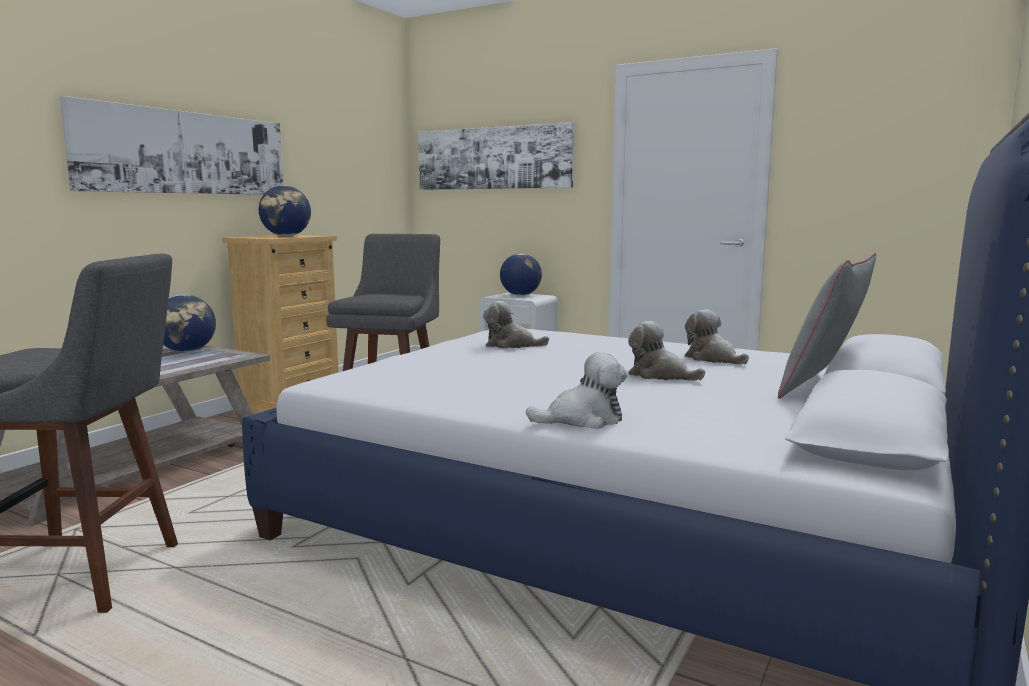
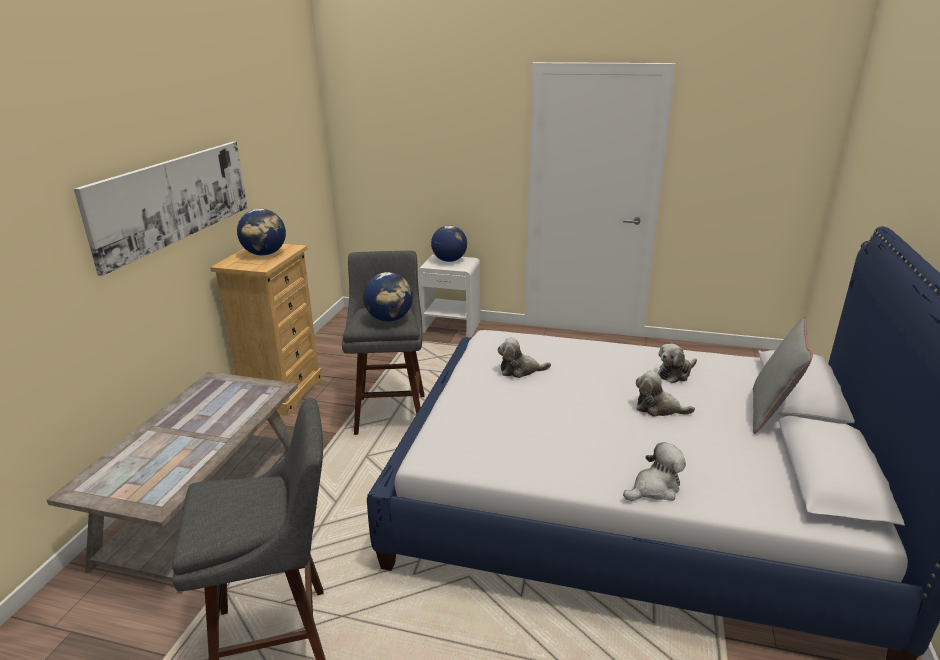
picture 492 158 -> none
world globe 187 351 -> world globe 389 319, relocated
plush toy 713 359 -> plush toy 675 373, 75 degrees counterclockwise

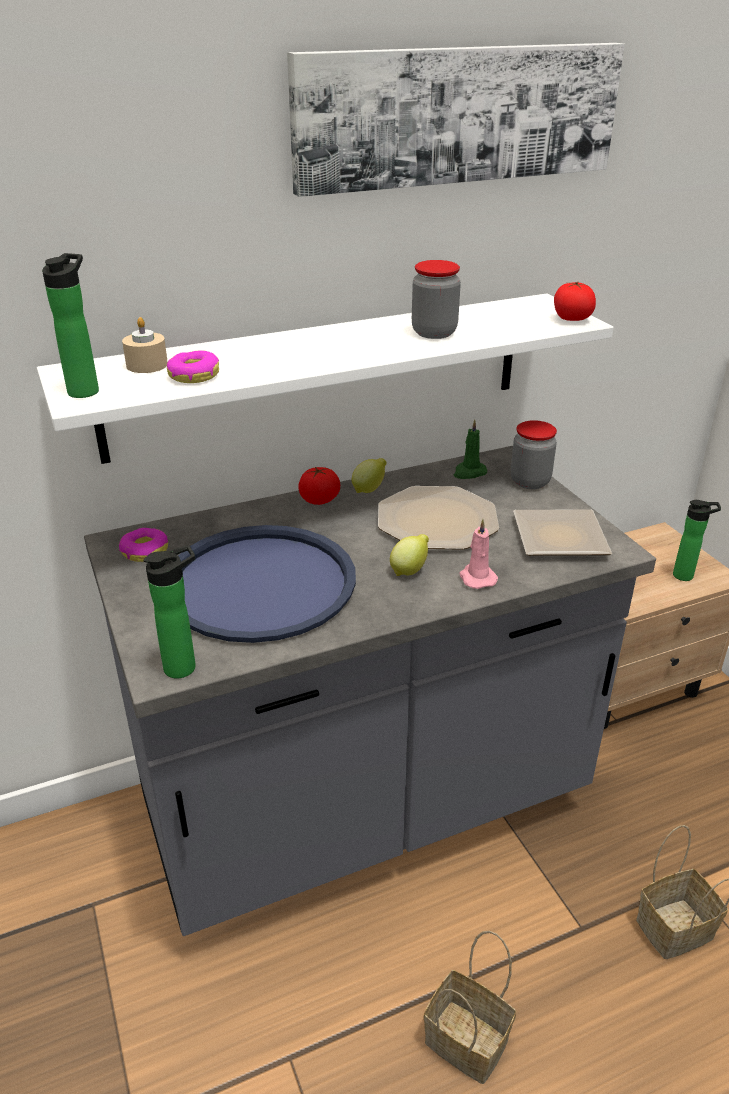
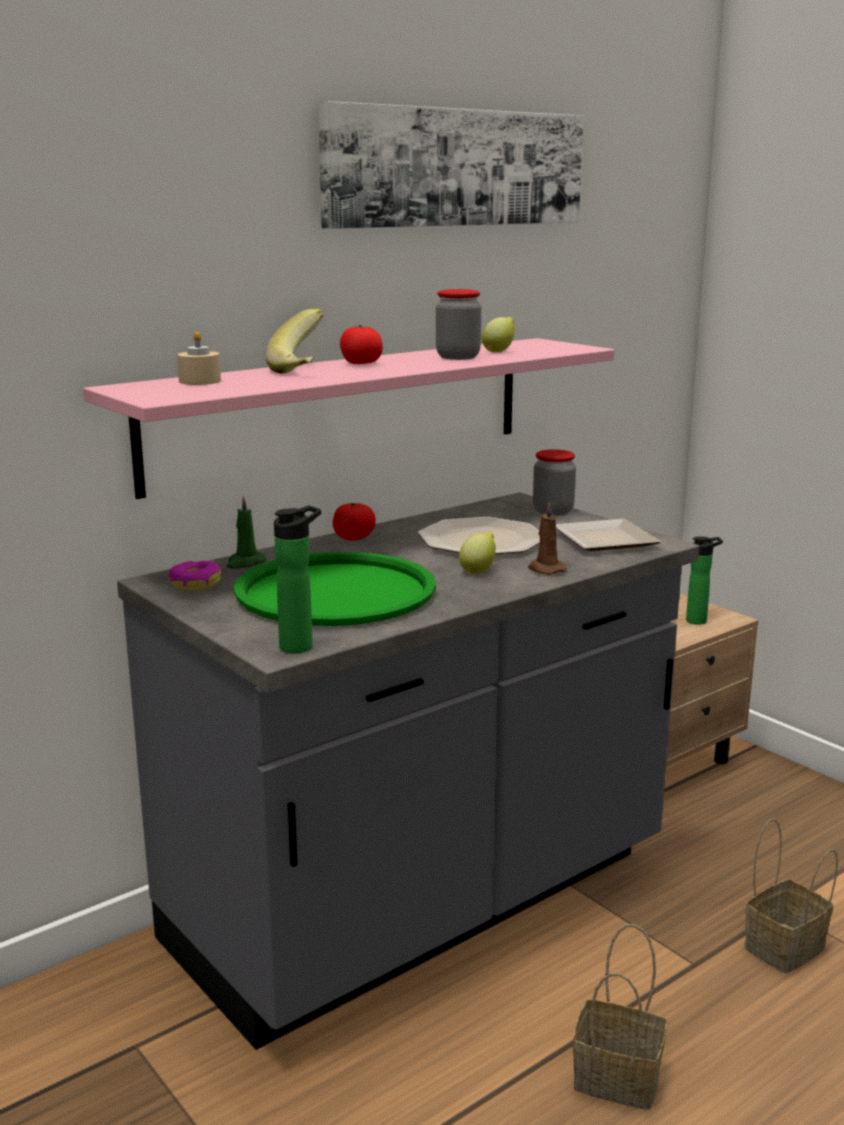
drink bottle 86 390 -> none
fresh tomato 571 319 -> fresh tomato 361 363, relocated
bracket shelf in white-coloured 319 375 -> bracket shelf in pinkish 343 411
doughnut 193 375 -> none
candle in green 469 473 -> candle in green 245 563, relocated
whole lemon 369 489 -> whole lemon 499 351, relocated
candle in pinkish 476 577 -> candle in brown 545 569
serving tray in blue-coloured 259 584 -> serving tray in green 335 592
none -> banana fruit 305 369

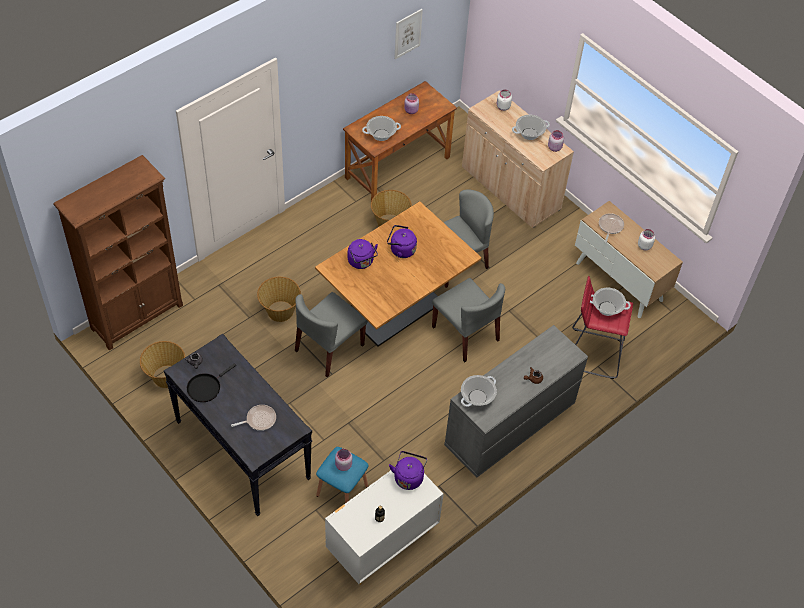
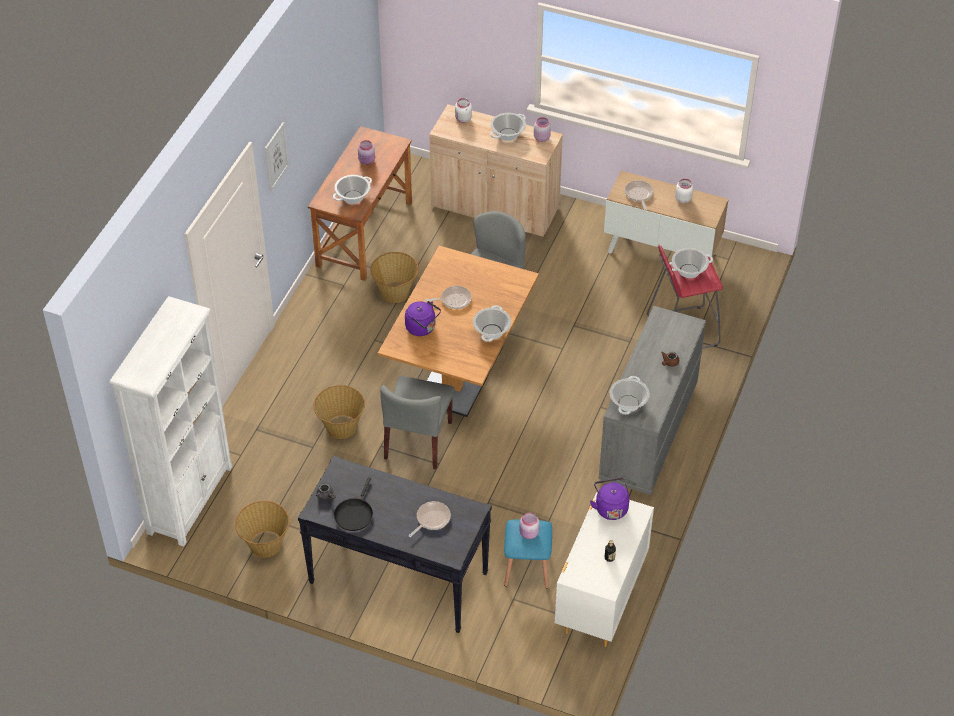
picture 407 33 -> picture 276 156, relocated
bookcase in brown 137 316 -> bookcase in white-coloured 190 499
tea kettle in purple 401 250 -> pan 454 300
chair in grey 465 334 -> none
none -> stockpot 491 331

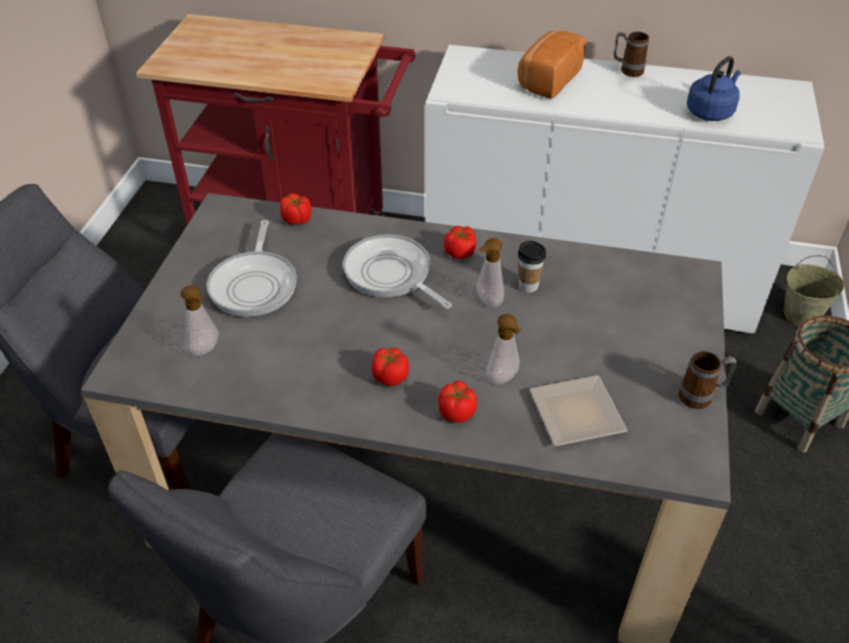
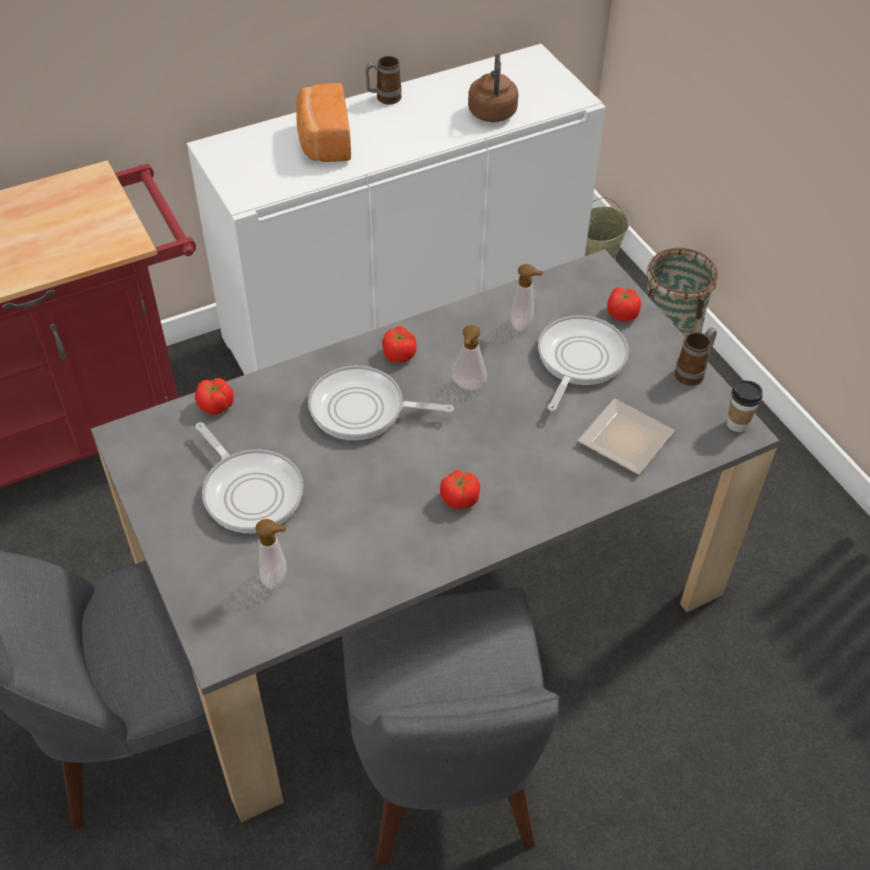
tea kettle in blue-coloured 711 112 -> tea kettle in brown 492 111
cup 528 286 -> cup 737 424, relocated
soap bottle 503 380 -> soap bottle 523 325, relocated
fresh tomato 456 412 -> fresh tomato 622 314, relocated
none -> pan 578 360

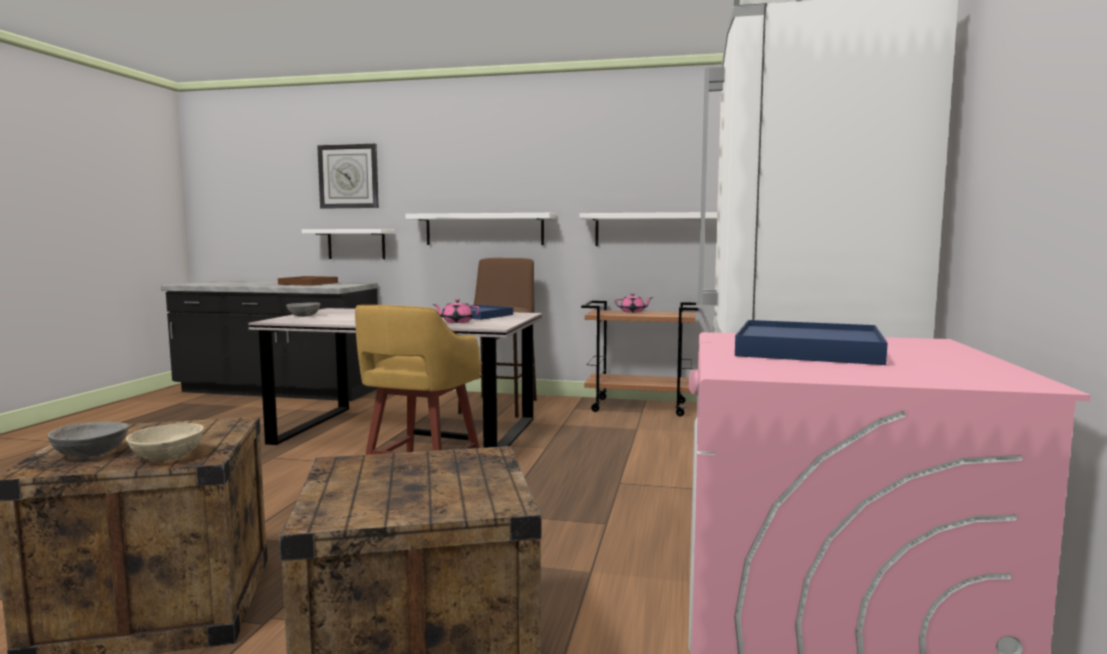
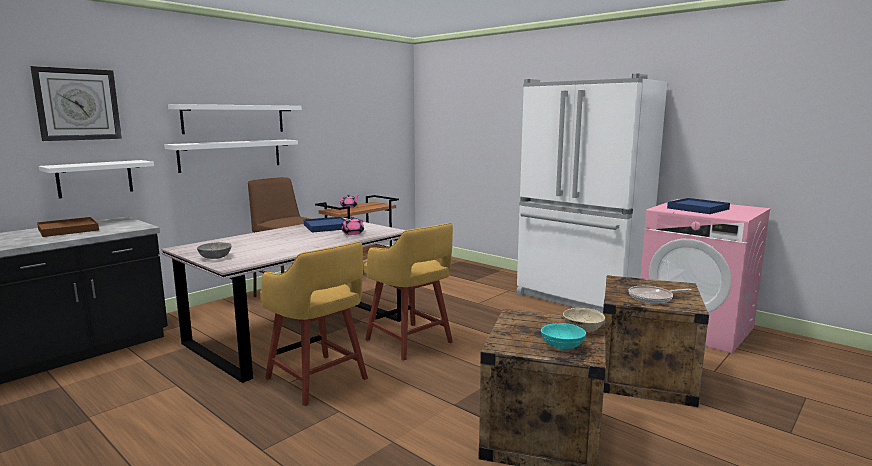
bracket shelf in white-coloured 659 230 -> bracket shelf in white-coloured 234 119, relocated
bowl in grey 90 454 -> bowl in blue-green 563 345
none -> stool seat in yellow 318 380
none -> pan 653 298

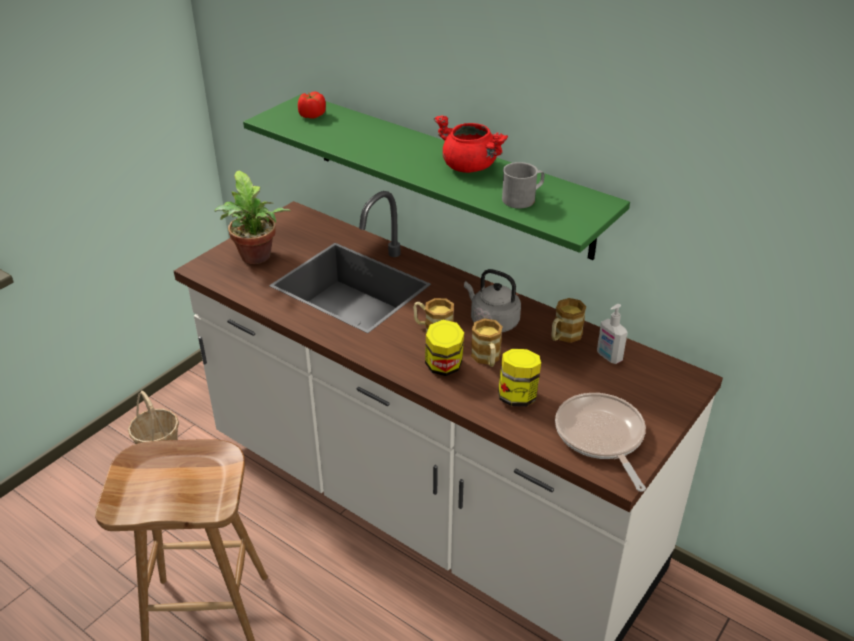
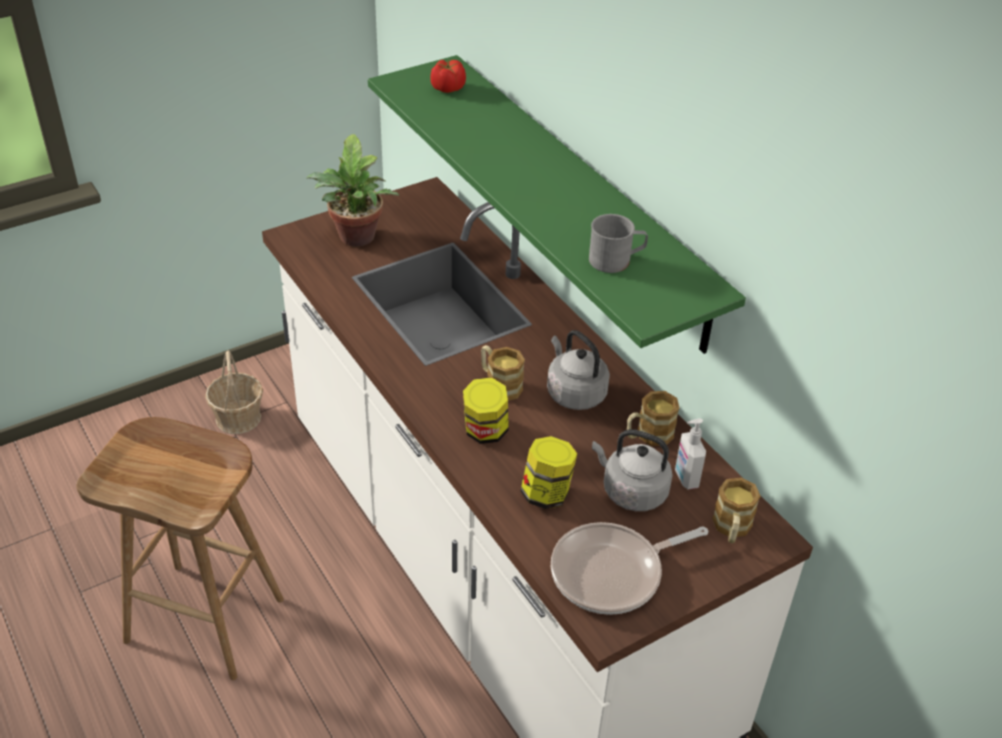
stockpot in red 470 167 -> none
coffee mug 487 359 -> coffee mug 731 529, relocated
pan 601 437 -> pan 612 573, 120 degrees counterclockwise
none -> tea kettle in grey 631 491

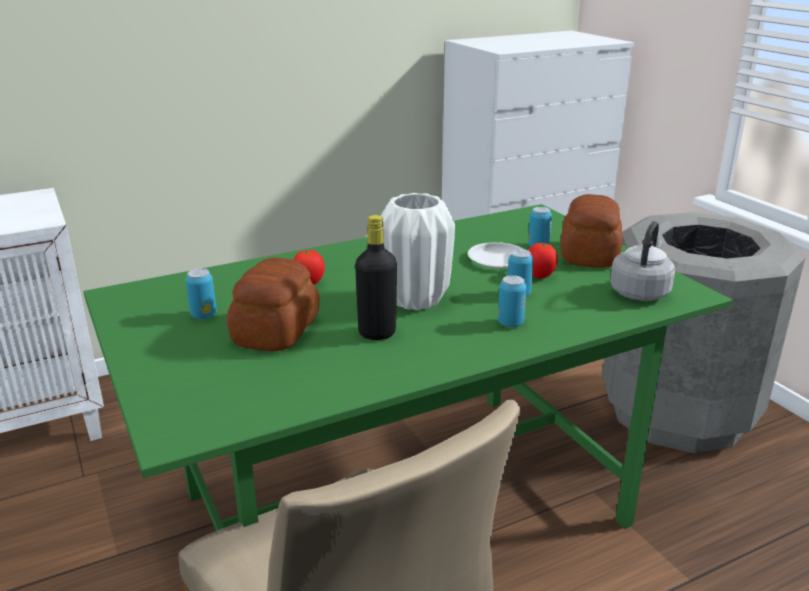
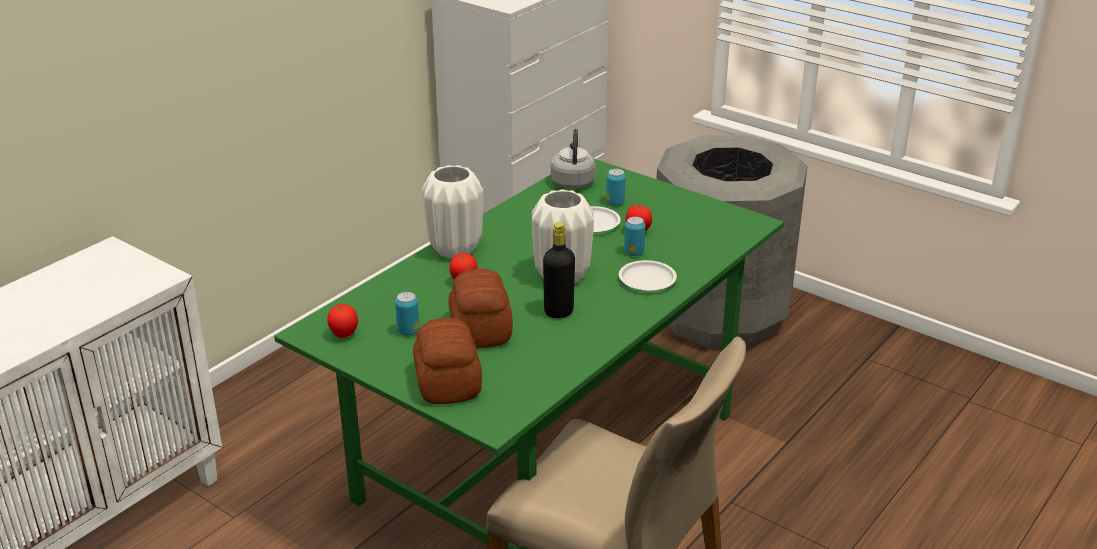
bread 590 254 -> bread 448 381, relocated
tea kettle in grey 640 292 -> tea kettle in grey 573 181, relocated
metal can 510 323 -> plate in white-coloured 647 279
none -> decorative vase in white-coloured 454 249
none -> fresh tomato 343 335

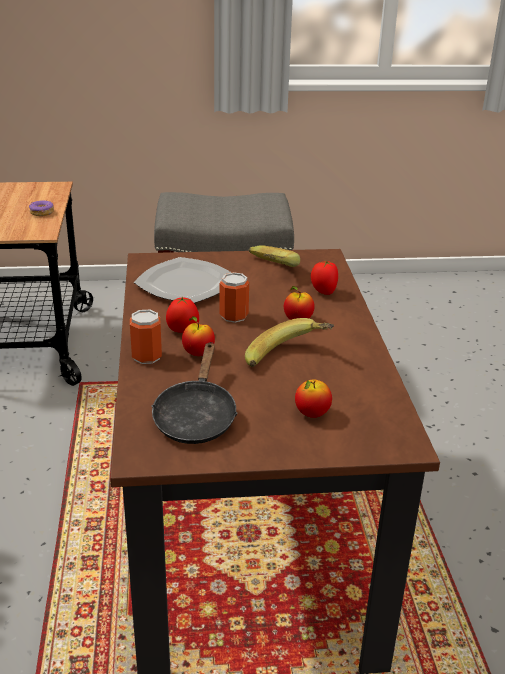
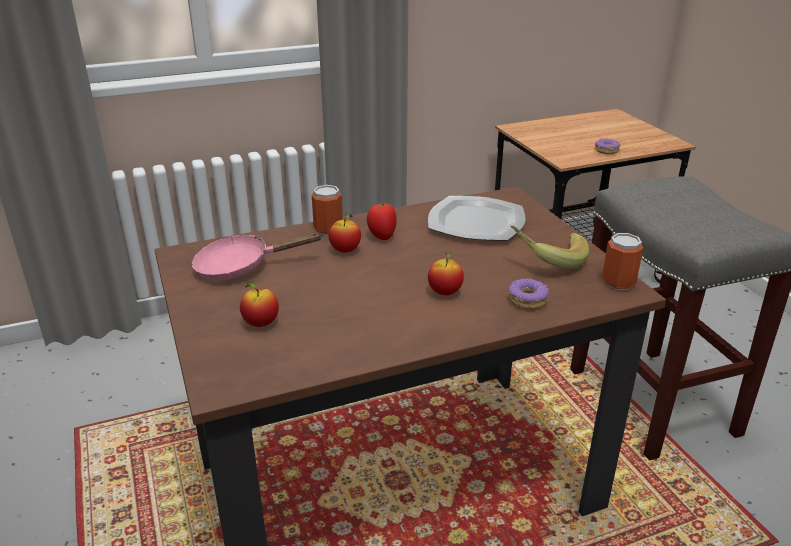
fresh tomato 323 292 -> doughnut 527 300
metal can 234 316 -> metal can 618 282, relocated
banana fruit 288 359 -> none
pan in blackish 196 417 -> pan in pinkish 241 266

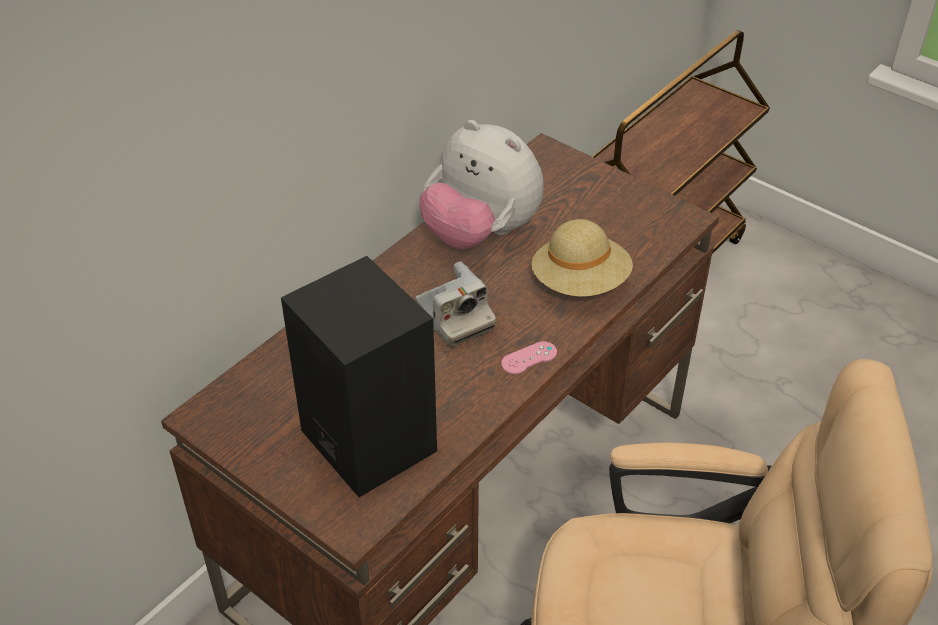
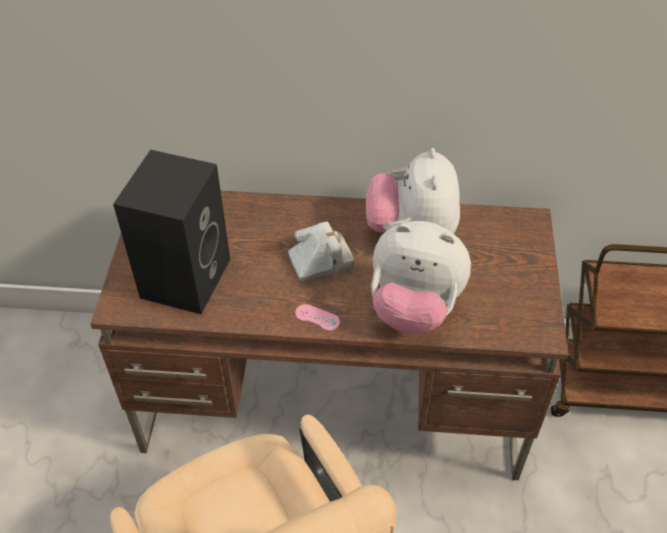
hat in beige 580 282 -> plush toy 414 308
still camera 454 318 -> still camera 321 262, 135 degrees counterclockwise

